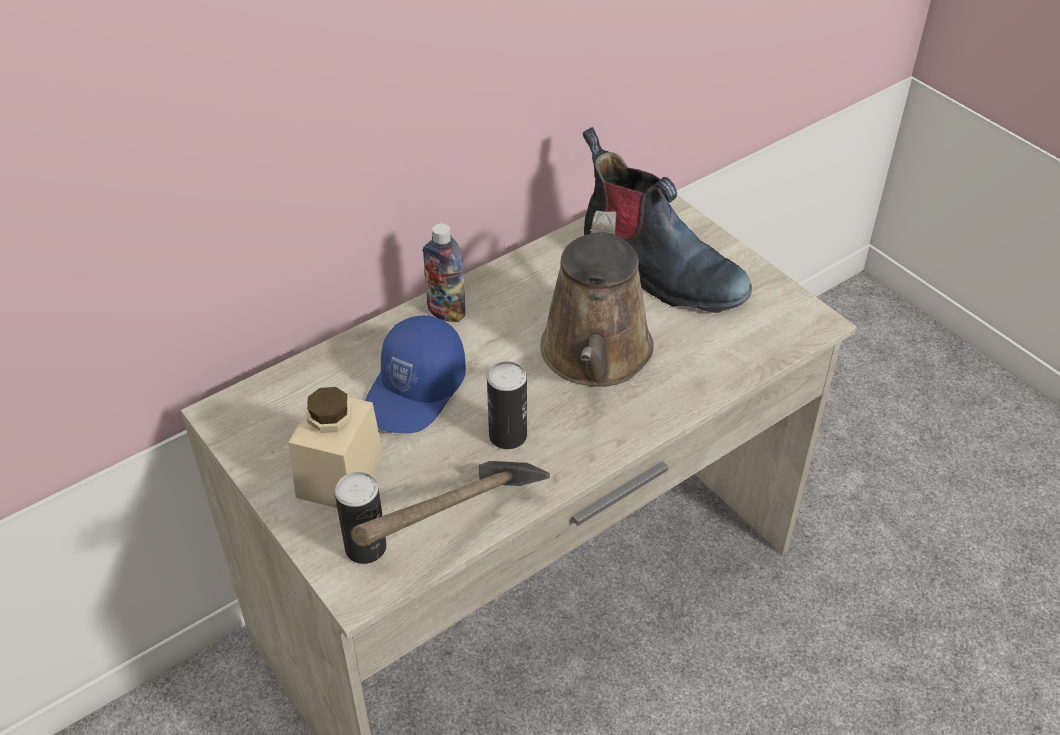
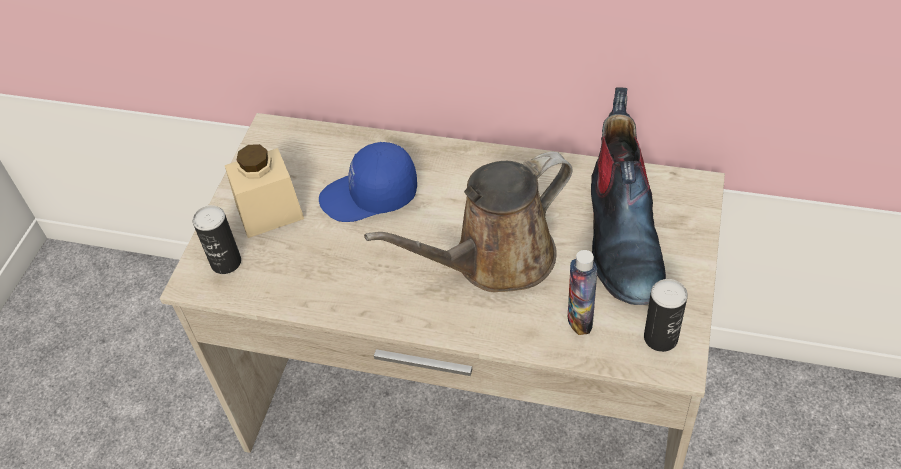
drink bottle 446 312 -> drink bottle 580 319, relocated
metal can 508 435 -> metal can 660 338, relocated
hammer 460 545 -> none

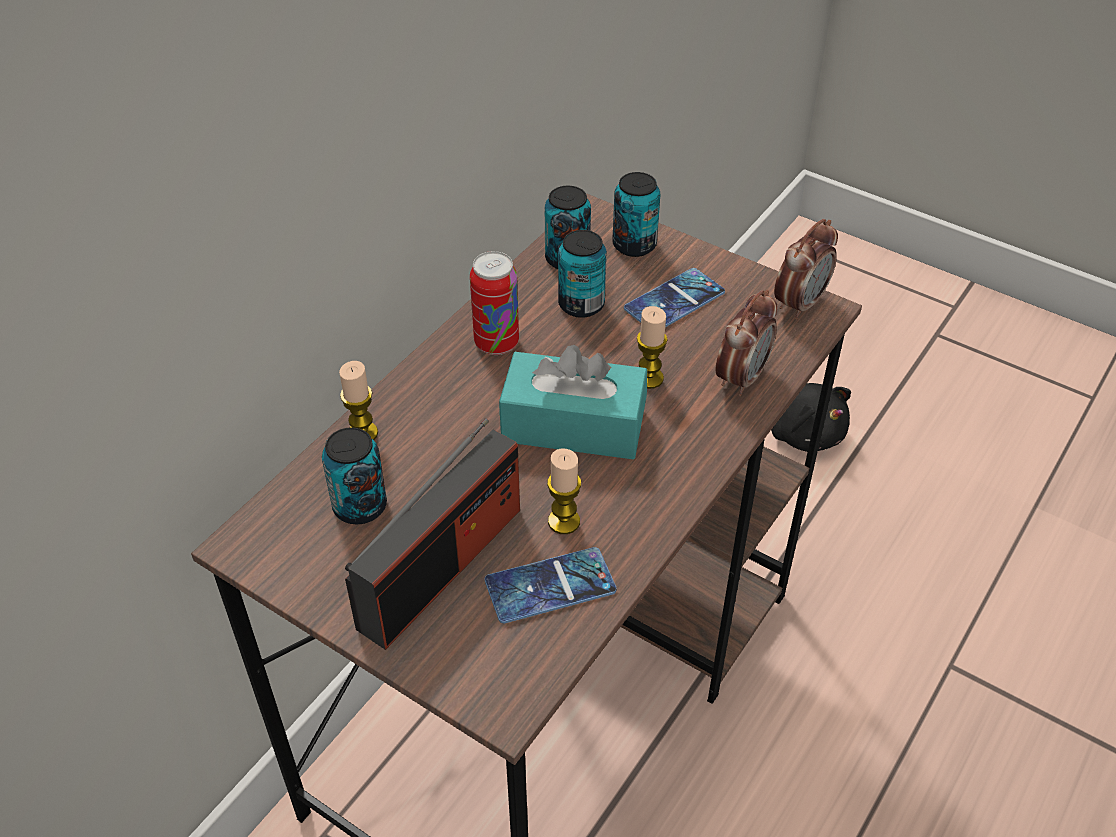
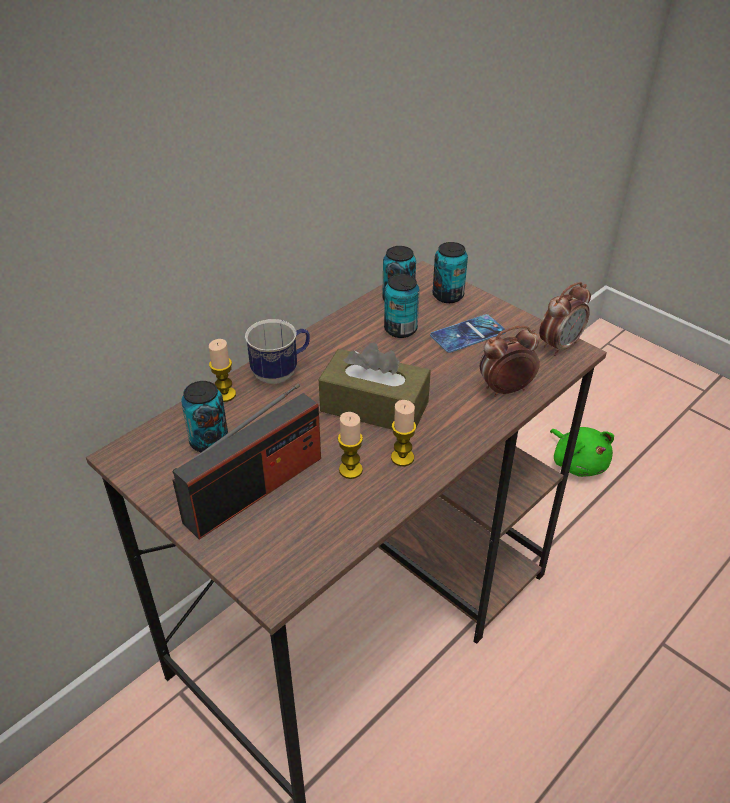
metal can 496 343 -> none
bedside clock 741 377 -> bedside clock 505 389, 150 degrees counterclockwise
candle 649 378 -> candle 402 458, relocated
tissue holder in blue-green 573 425 -> tissue holder in brown 374 407
plush toy in blackish 803 432 -> plush toy in green 578 462
phone 550 586 -> none
none -> coffee mug 281 372

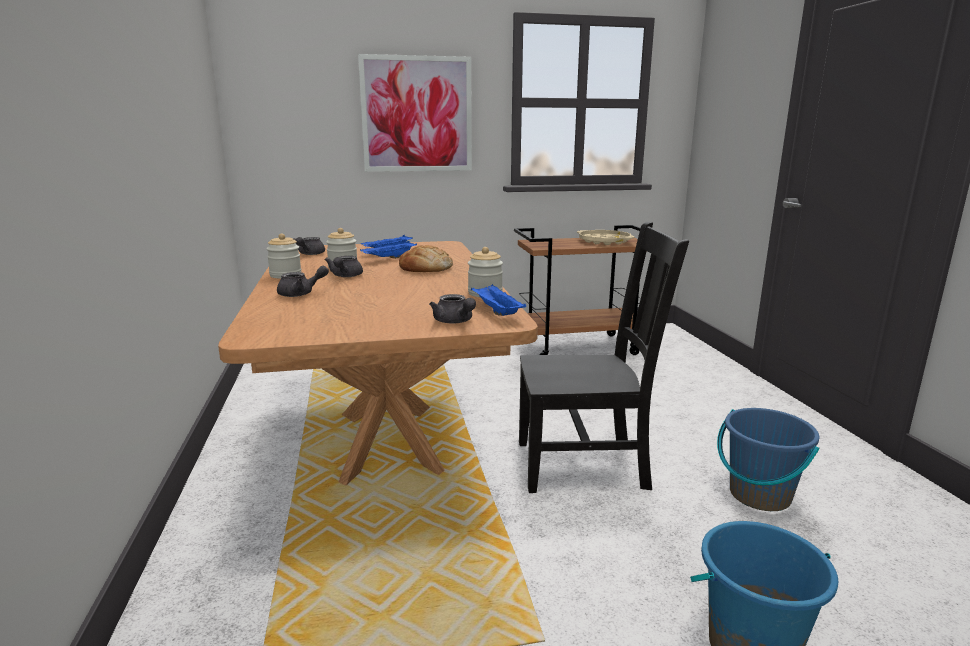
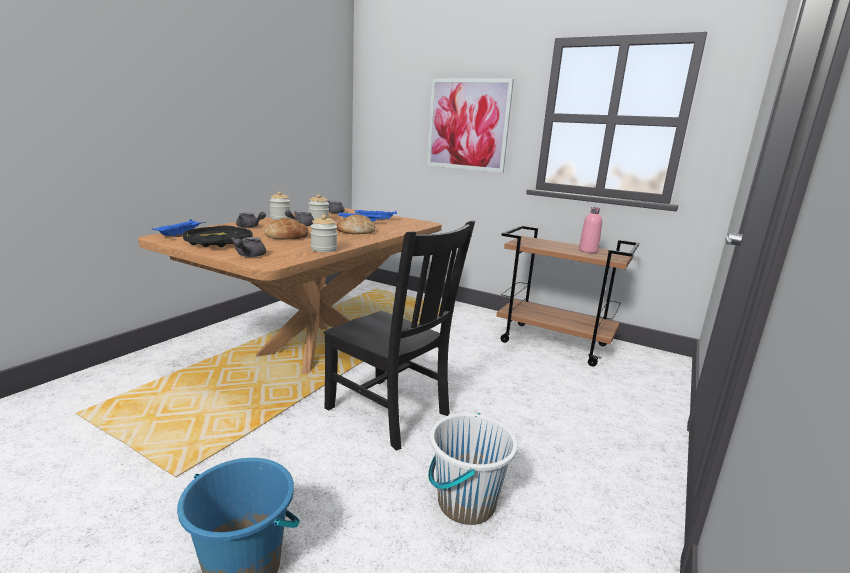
serving tray in beige 604 241 -> drink bottle in pinkish 588 251
serving tray in blue-coloured 496 311 -> serving tray in blue-coloured 181 235, relocated
bucket in blue-coloured 759 495 -> bucket in white-coloured 465 503
none -> bread 286 236
none -> serving tray in blackish 218 242

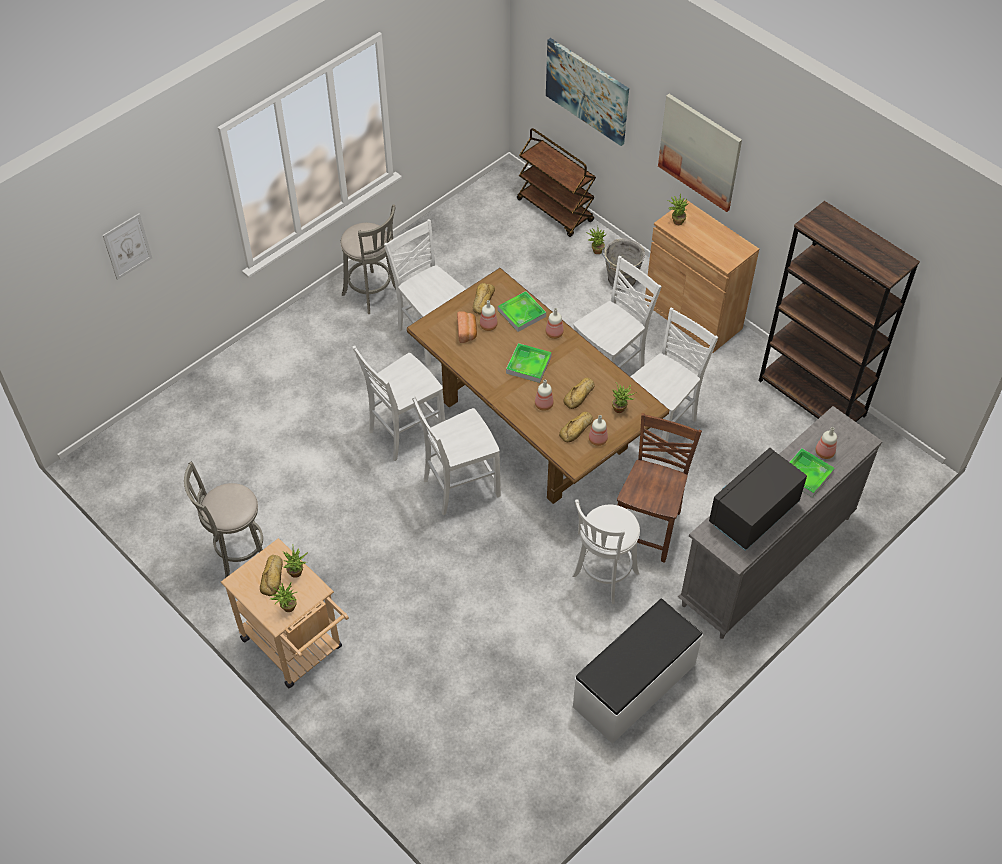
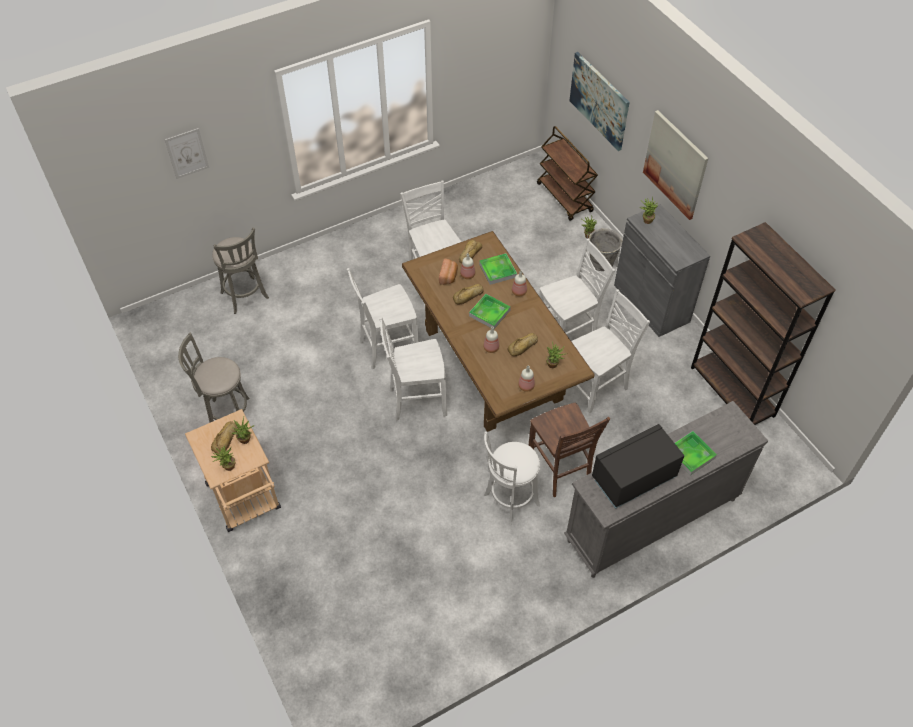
cabinet in brown 693 316 -> cabinet in grey 651 303
stool seat in grey 373 294 -> stool seat in grey 245 297, relocated
bread 577 429 -> bread 468 296, relocated
chair in brown 649 528 -> chair in brown 560 470, 120 degrees clockwise
drink bottle 824 452 -> none
bench in white-coloured 635 686 -> none

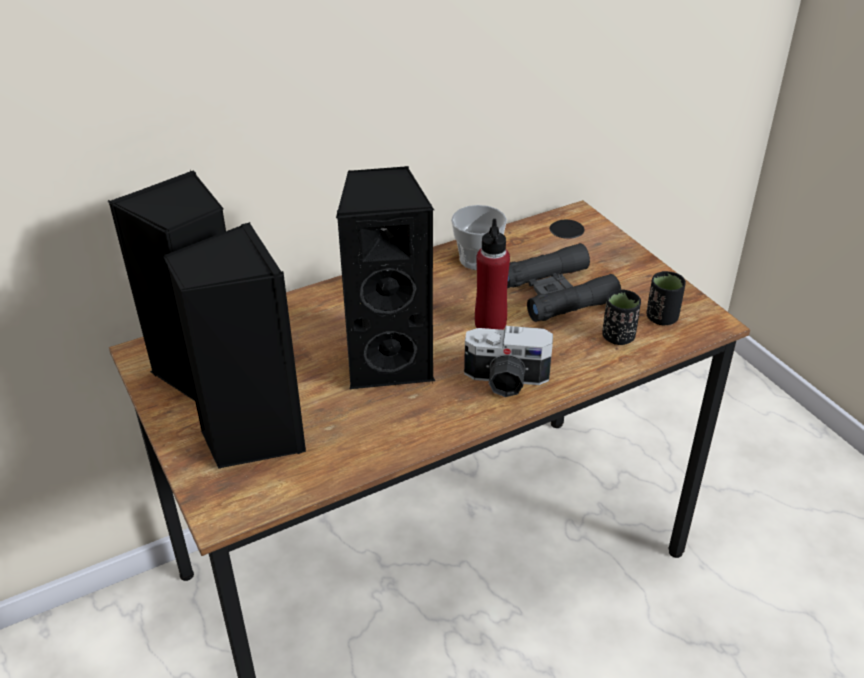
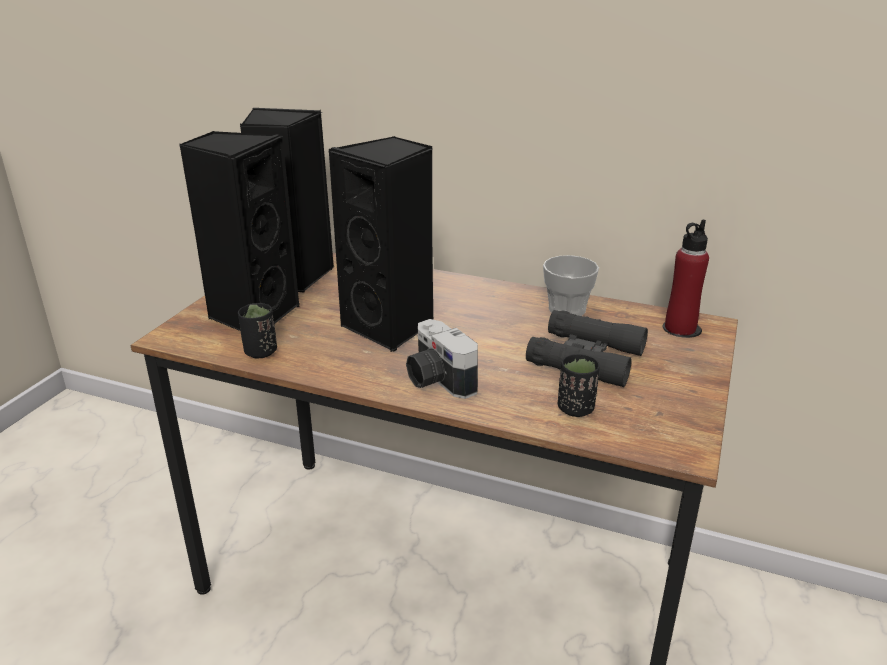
drink bottle in red 490 324 -> drink bottle in red 680 328, relocated
cup in blackish 662 318 -> cup in blackish 260 352, relocated

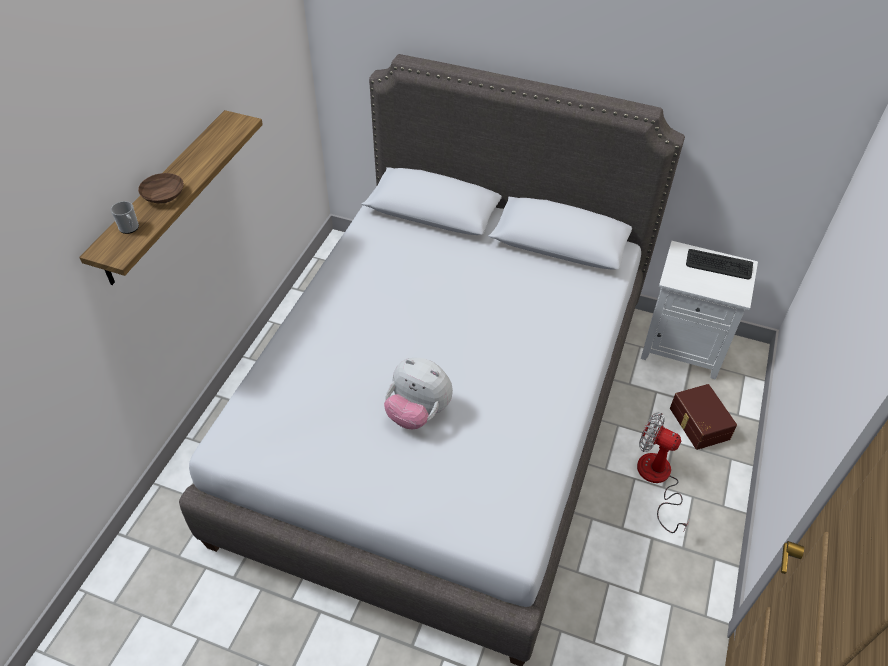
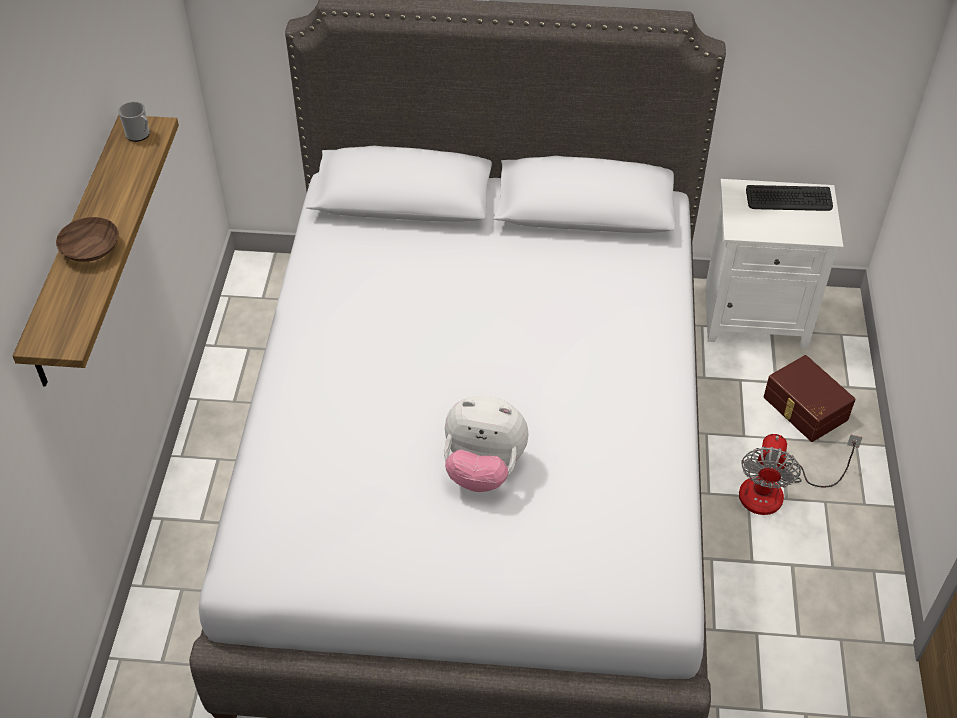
coffee mug 130 228 -> coffee mug 140 135, relocated
cooling fan 657 480 -> cooling fan 776 491, 90 degrees counterclockwise

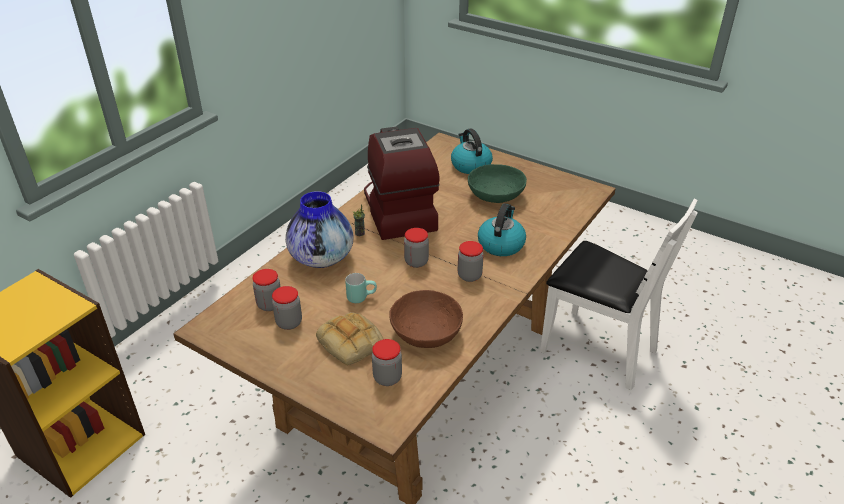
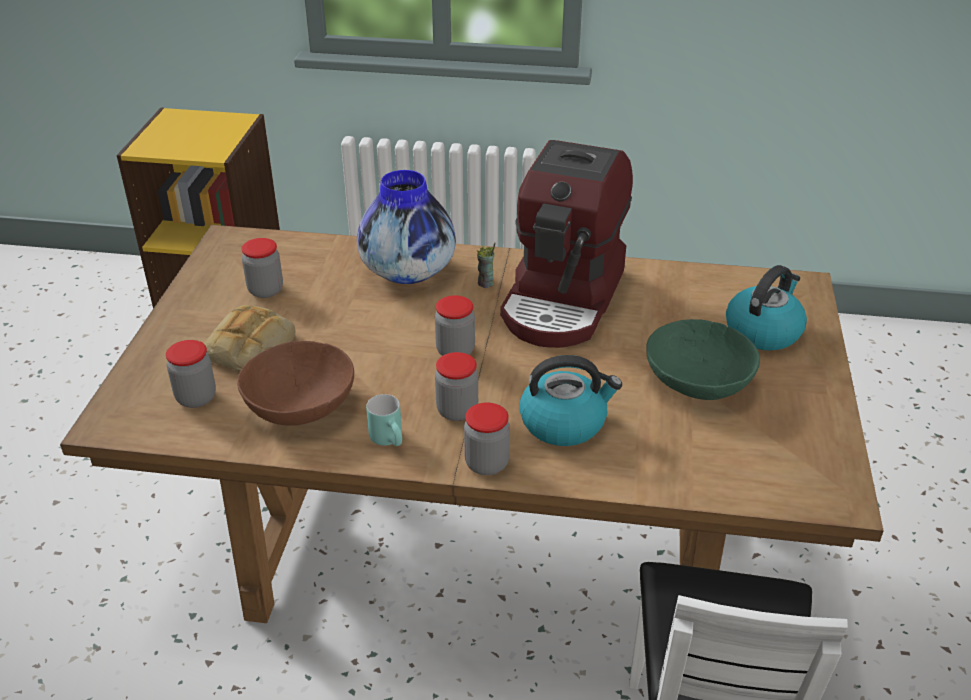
coffee machine 398 212 -> coffee machine 564 299, 150 degrees clockwise
jar 269 304 -> jar 486 463, relocated
coffee mug in blue-green 361 296 -> coffee mug in blue-green 391 440, relocated

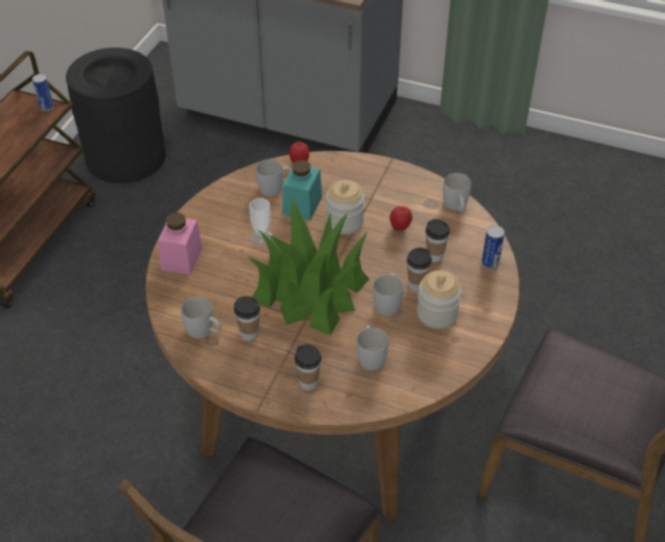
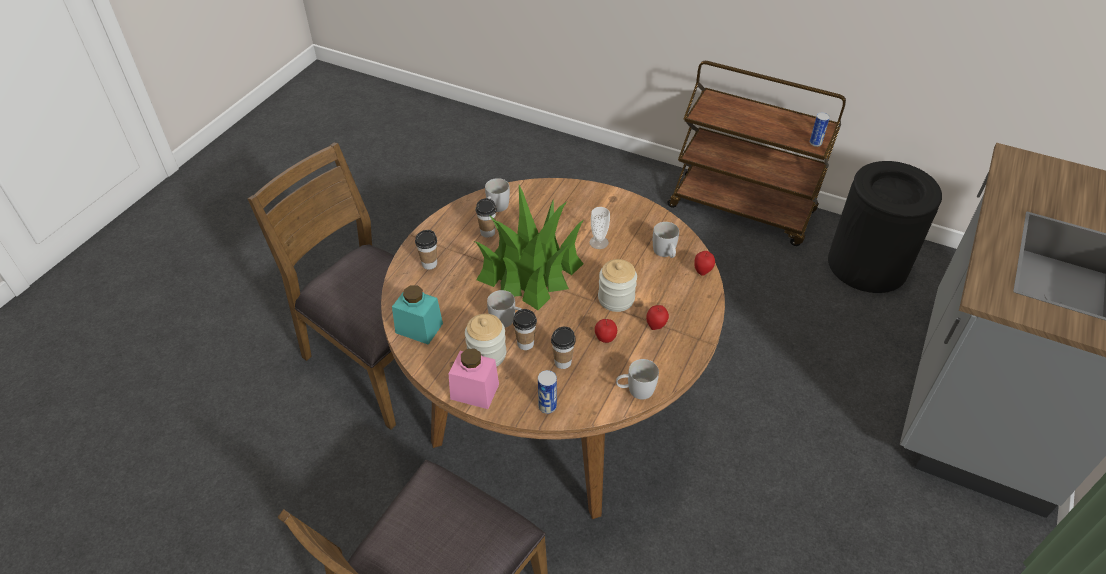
jar in blue-green 302 205 -> jar in blue-green 419 328, relocated
jar in pinkish 182 258 -> jar in pinkish 474 391, relocated
coffee mug in white-coloured 370 355 -> none
none -> apple fruit 656 326

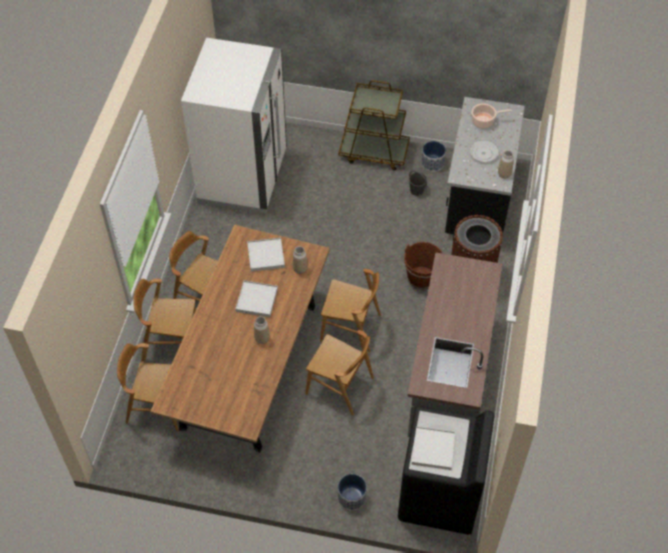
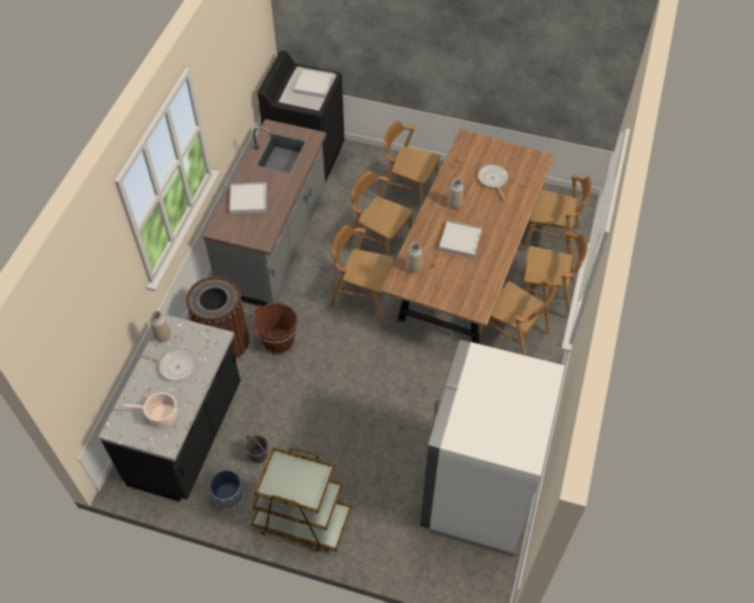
serving tray in white-coloured 266 256 -> serving tray in white-coloured 248 199, relocated
flower pot 351 497 -> none
none -> chair in brown 408 192
none -> pan 493 180

